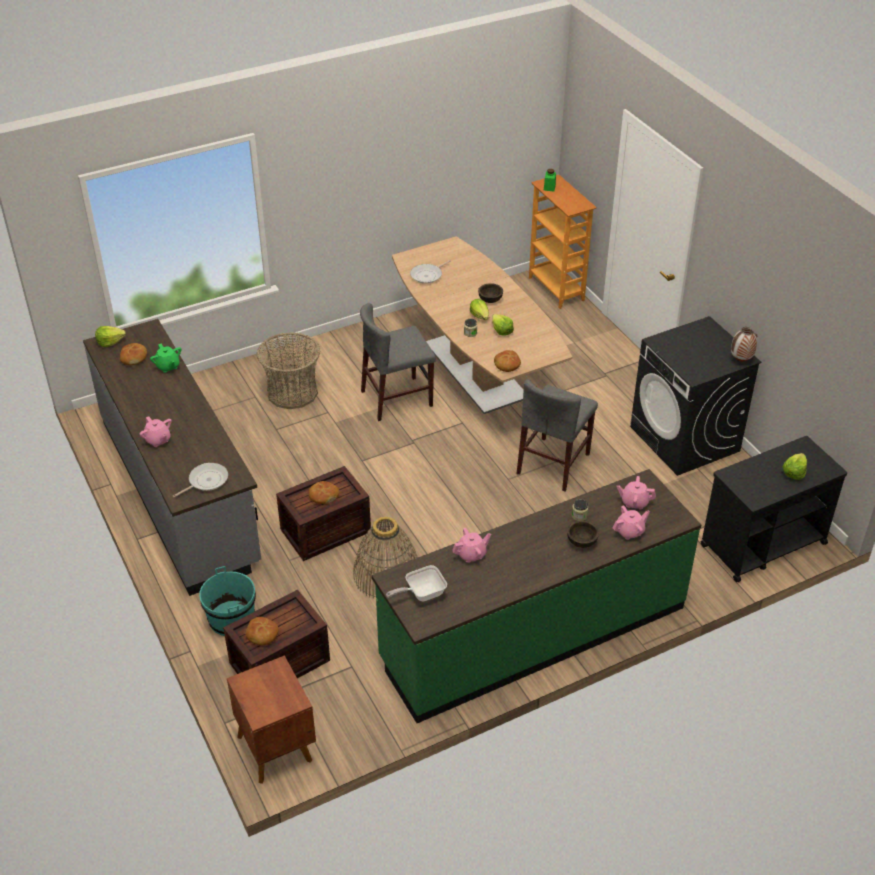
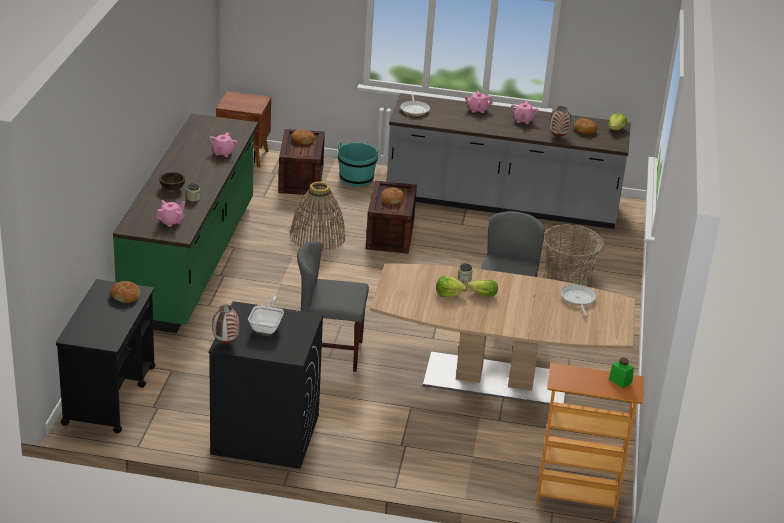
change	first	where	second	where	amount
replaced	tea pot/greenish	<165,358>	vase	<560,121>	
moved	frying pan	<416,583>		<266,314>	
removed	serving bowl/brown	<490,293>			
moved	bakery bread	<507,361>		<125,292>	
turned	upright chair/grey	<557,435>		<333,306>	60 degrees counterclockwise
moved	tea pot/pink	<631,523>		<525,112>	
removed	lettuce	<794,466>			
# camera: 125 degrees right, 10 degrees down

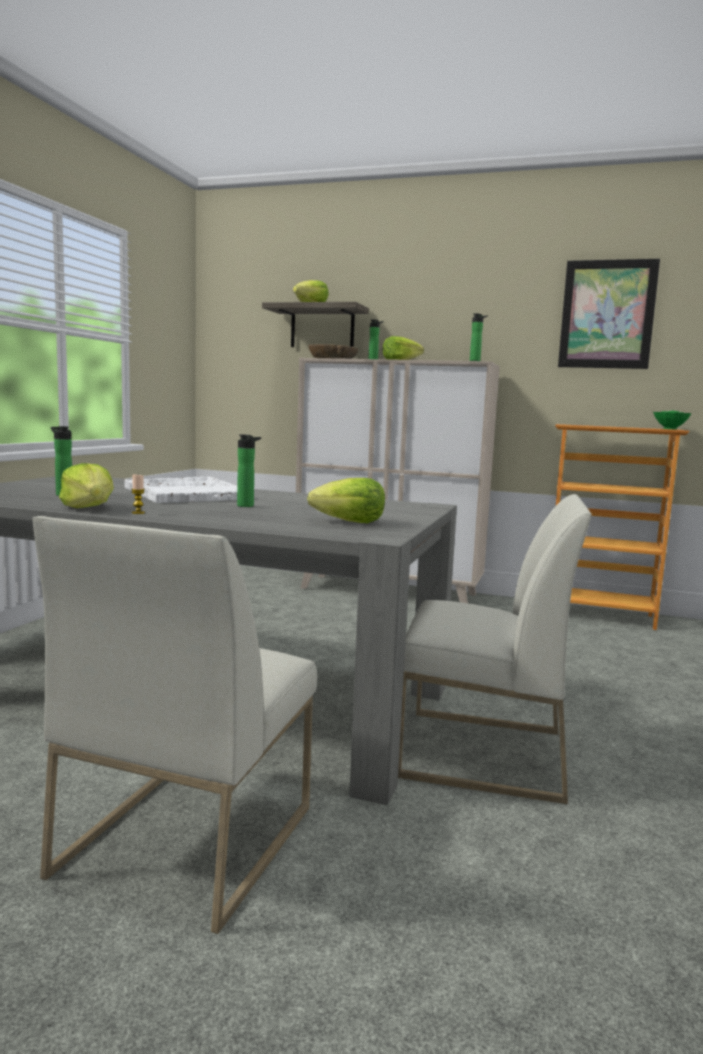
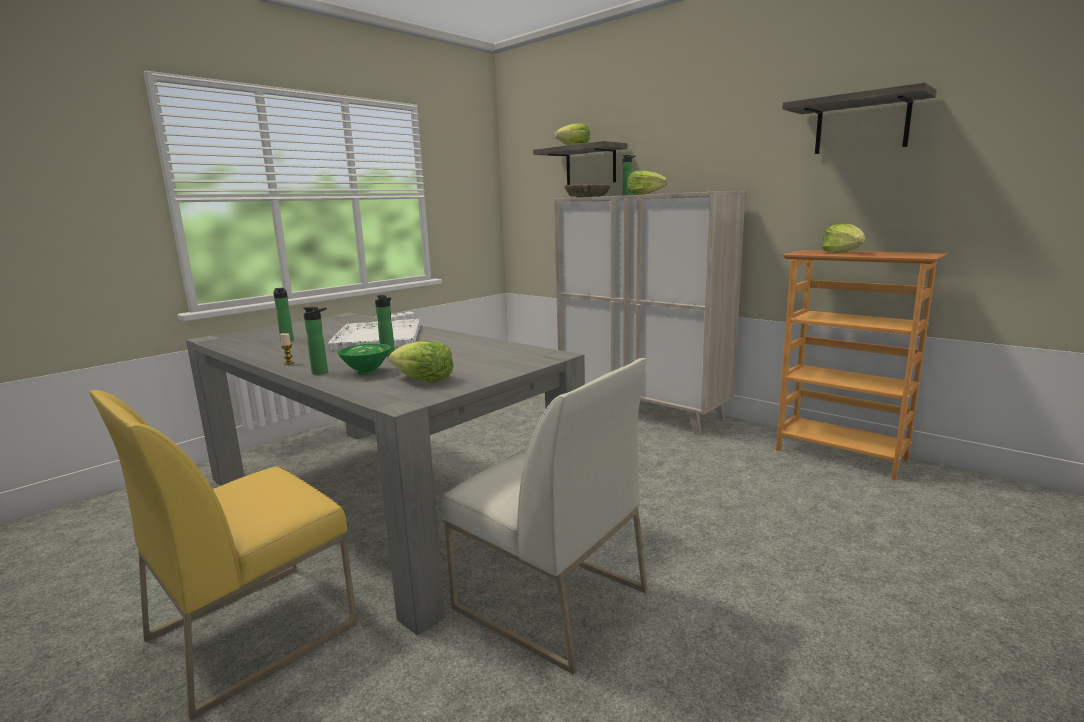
change	first	where	second	where	amount
recoloured	upright chair/whitish	<175,725>	upright chair/yellow	<223,555>	
moved	lettuce	<86,485>		<844,238>	
moved	bottle	<479,337>		<315,340>	
replaced	wall art	<609,314>	shelf	<859,118>	
moved	serving bowl/greenish	<672,420>		<364,359>	
# camera: 25 degrees right, 5 degrees up

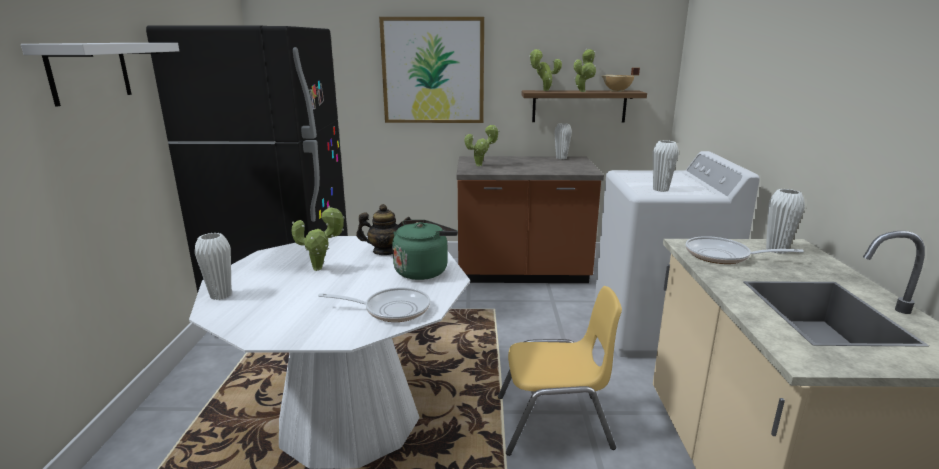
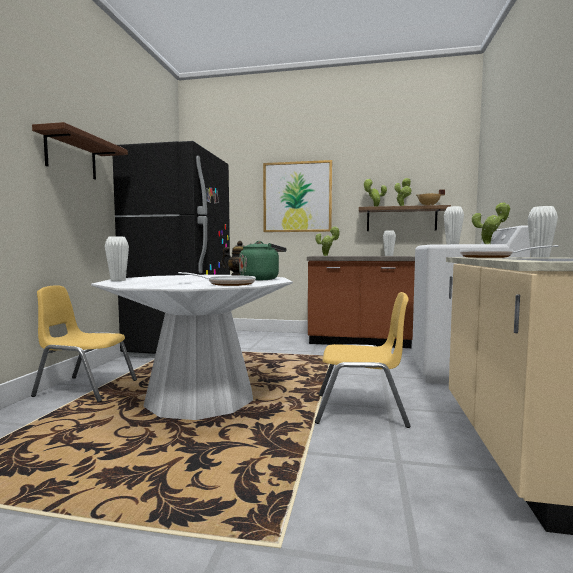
change	first	where	second	where	amount
recoloured	shelf/whitish	<100,75>	shelf/brown	<80,150>	
moved	plant in a pot	<318,238>		<491,223>	
added			upright chair/yellow	<84,343>	
# camera: 10 degrees right, 15 degrees down

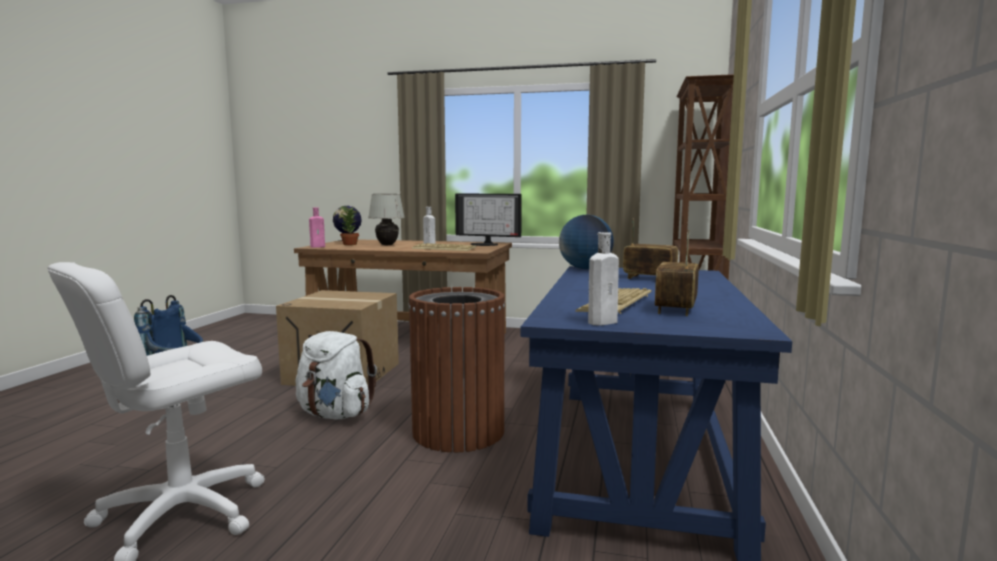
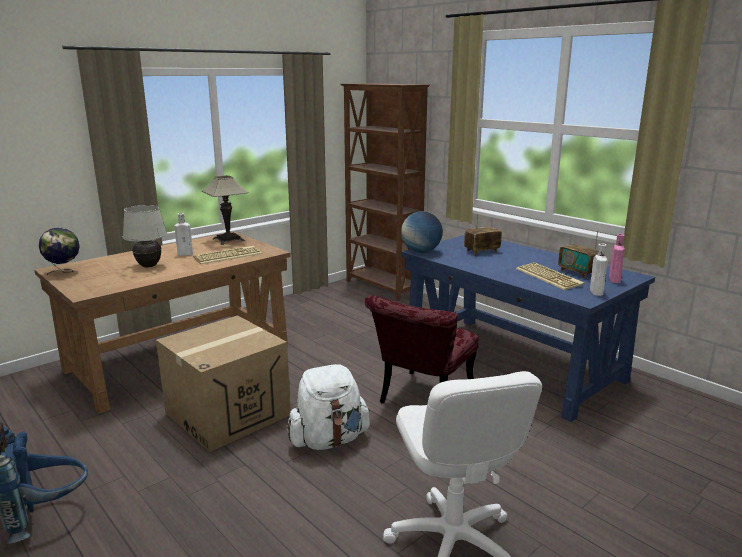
change	first	where	second	where	amount
moved	bottle/pink	<317,227>		<617,258>	
removed	plant in a pot	<349,226>			
replaced	rubbish bin/brown	<456,369>	upright chair/reddish	<422,349>	
replaced	computer display	<488,220>	table lamp	<225,210>	
# camera: 55 degrees left, 10 degrees up

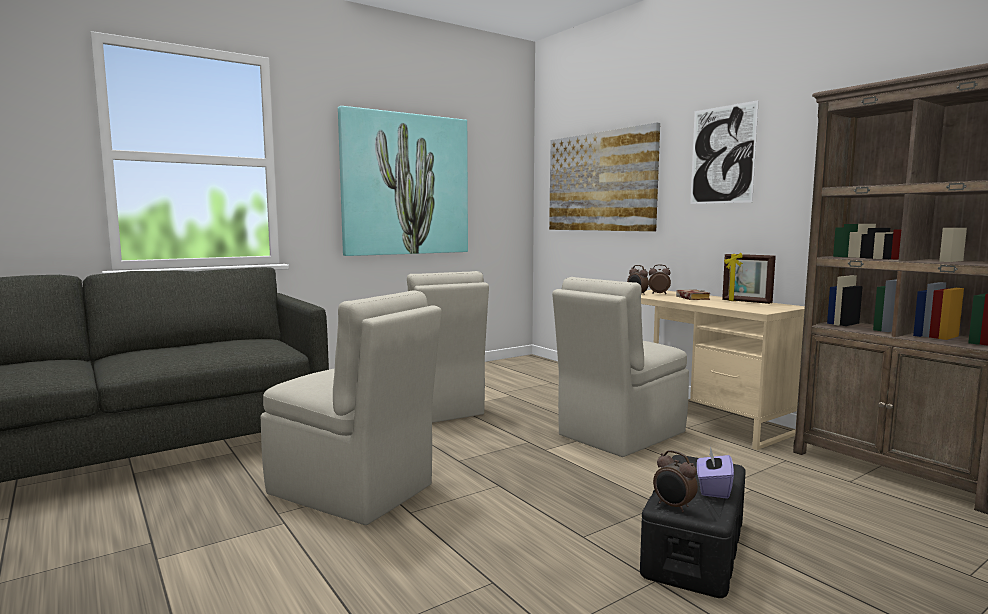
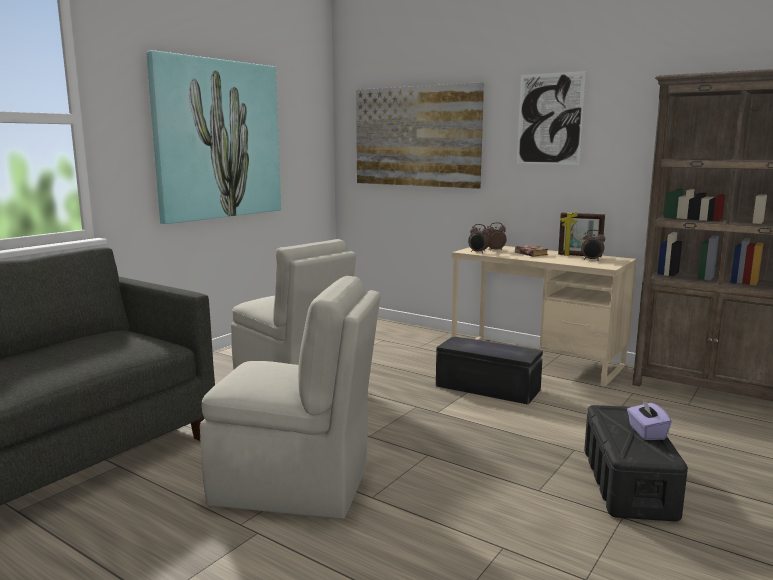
change	first	where	second	where	amount
replaced	upright chair/beige	<620,367>	storage bin/blackish	<489,370>	
moved	table clock	<675,481>		<593,245>	
# camera: 20 degrees left, 5 degrees up

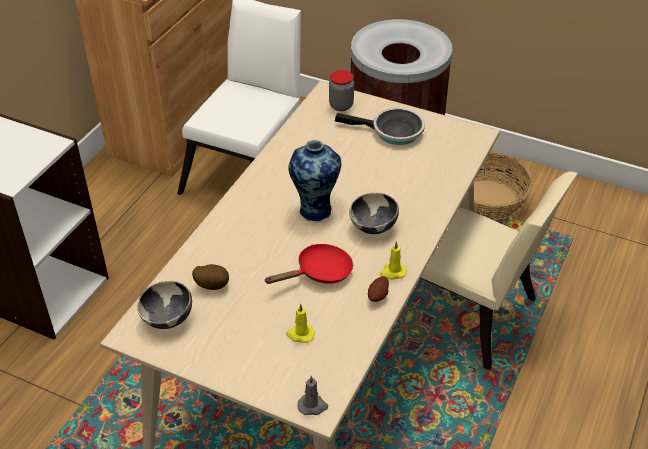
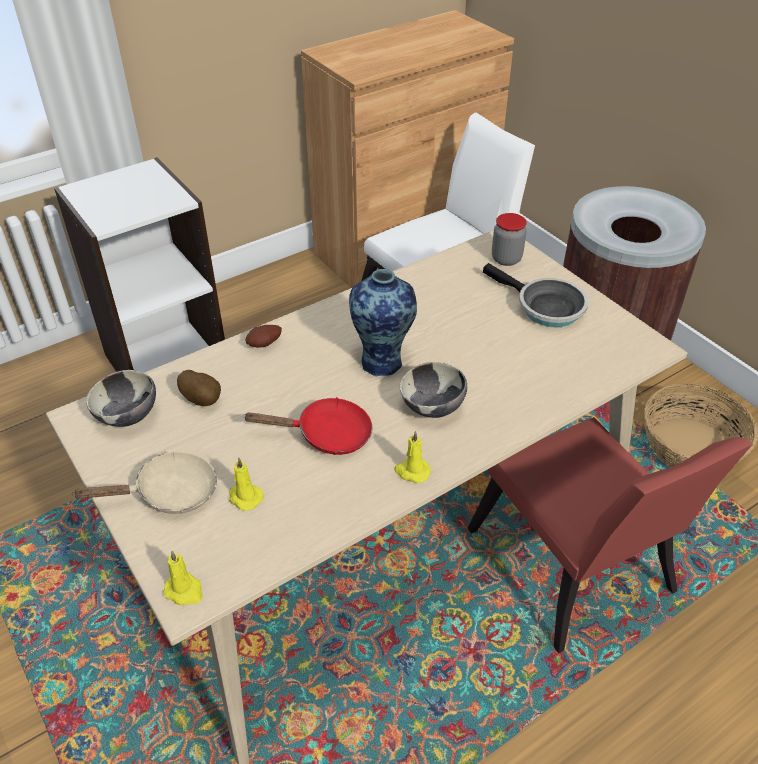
change	first	where	second	where	amount
recoloured	wax light/grey	<313,395>	wax light/yellow	<183,578>	
moved	potato	<378,289>		<263,336>	
recoloured	upright chair/beige	<499,270>	upright chair/reddish	<610,535>	
added			frying pan/beige	<144,482>	
# camera: 30 degrees right, 0 degrees up

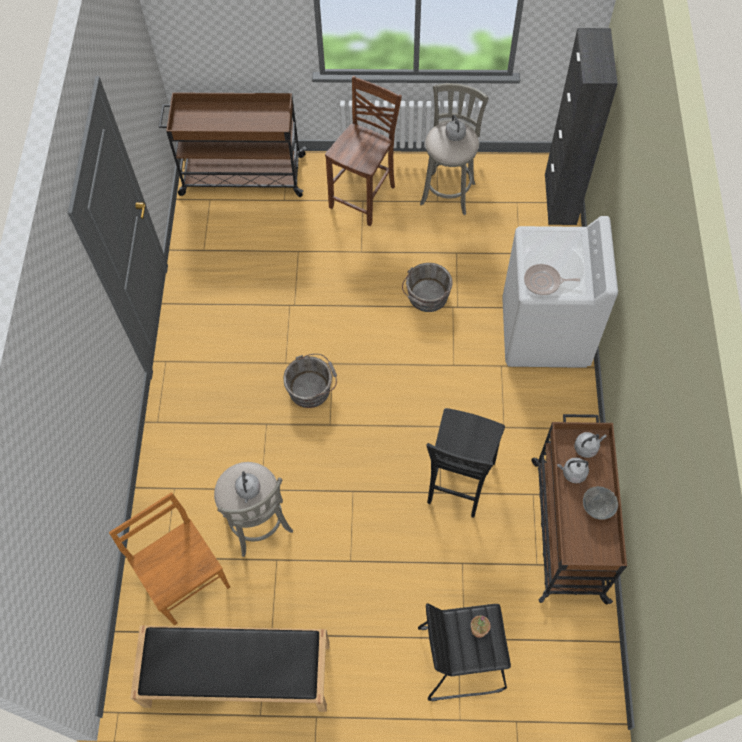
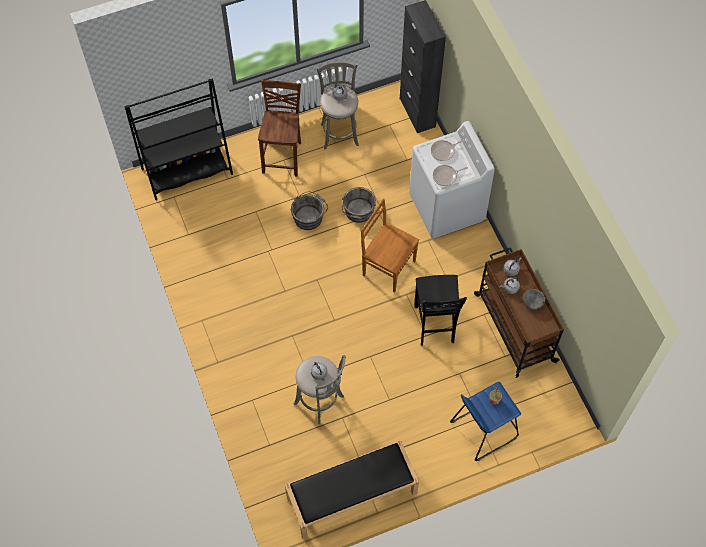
change	first	where	second	where	amount
moved	upright chair/brown	<169,558>		<390,245>	
replaced	trolley/brown	<233,144>	bookcase/blackish	<179,139>	
moved	bucket/grey	<310,381>		<309,211>	
recoloured	sitting stool/blackish	<464,652>	sitting stool/blue	<485,421>	
added			frying pan	<447,150>	
# camera: 25 degrees left, 0 degrees up

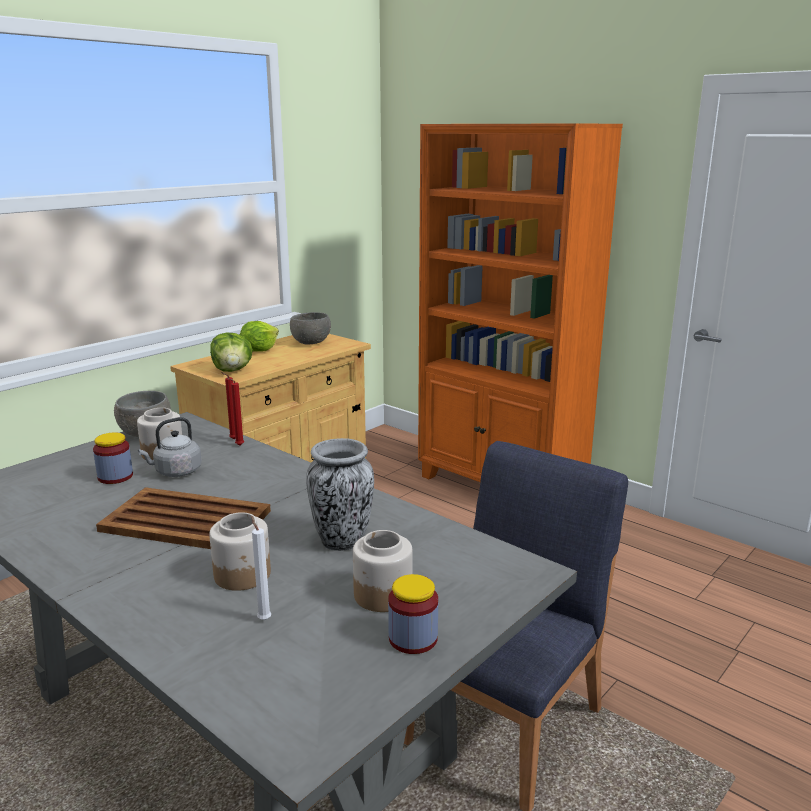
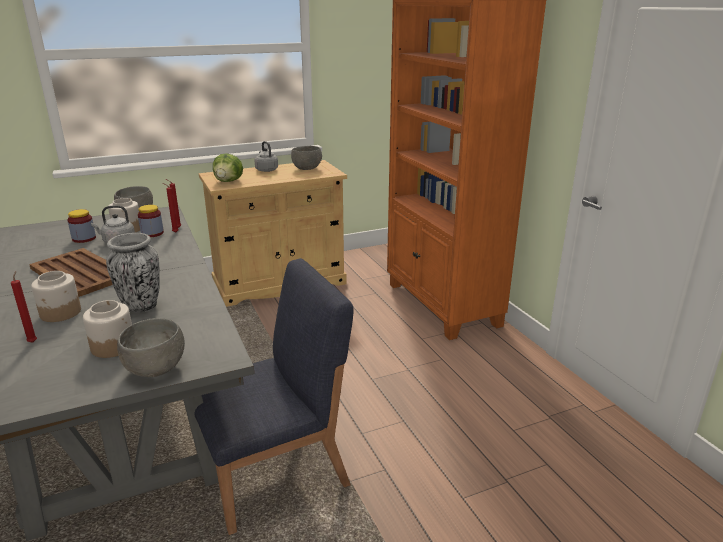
change	first	where	second	where	amount
replaced	lettuce	<259,336>	water kettle/grey	<266,156>	
recoloured	wax light/whitish	<261,568>	wax light/reddish	<24,307>	
moved	storage jar	<413,614>		<151,221>	
added			serving bowl/grey	<151,347>	
# camera: 25 degrees right, 5 degrees up

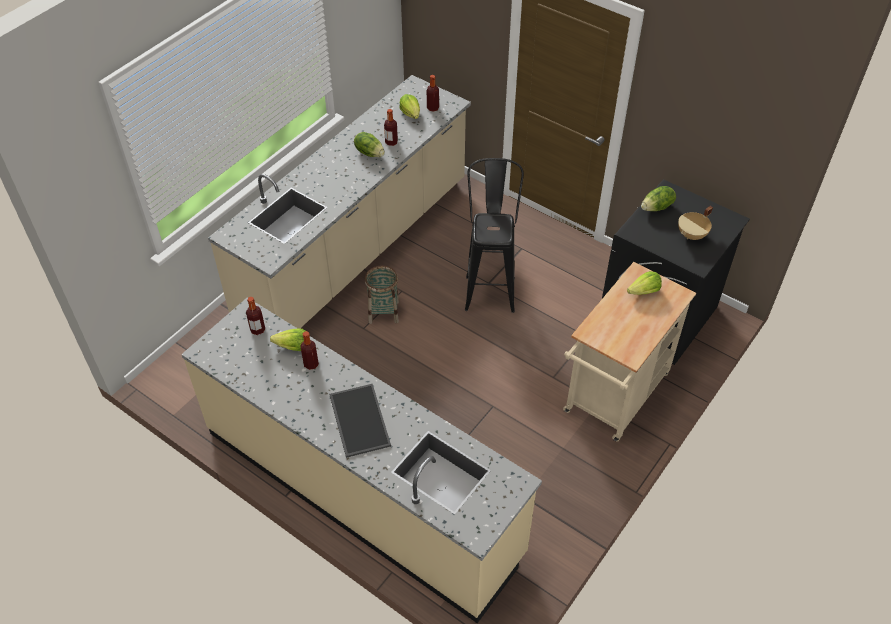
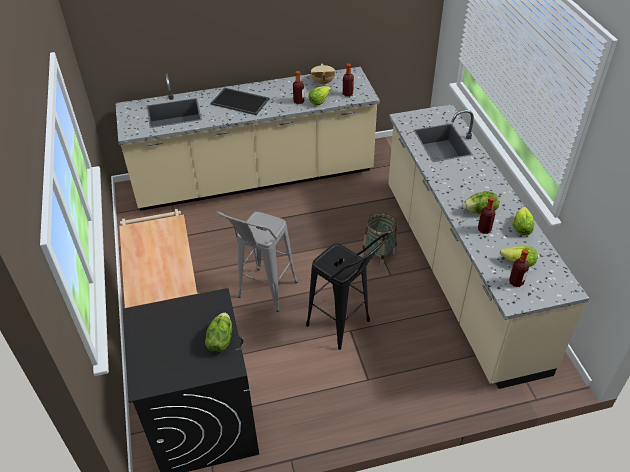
change	first	where	second	where	amount
moved	lettuce	<644,283>		<523,221>	
moved	stockpot/beige	<695,223>		<323,75>	
added			sitting stool/grey	<256,261>	
# camera: 130 degrees right, 5 degrees down

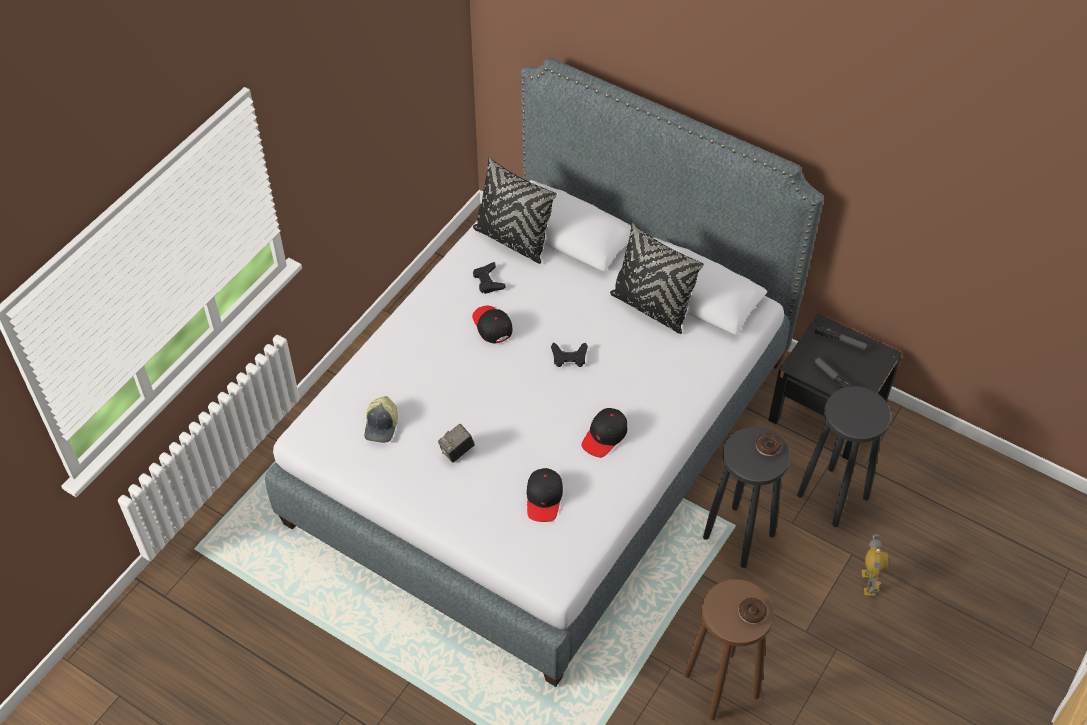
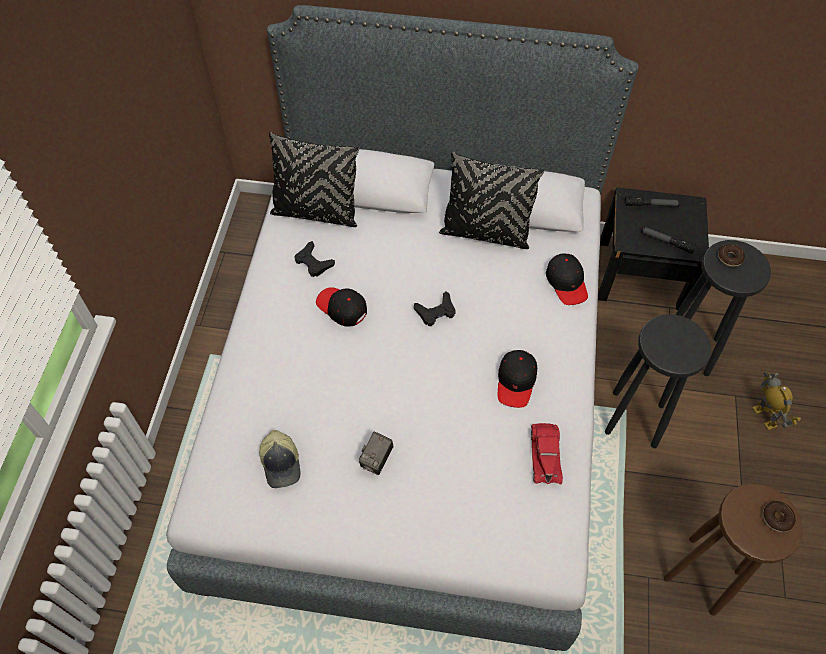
change	first	where	second	where	amount
moved	peaked cap/blackish	<545,495>		<567,279>	
moved	doughnut	<769,444>		<731,255>	
added			model car/reddish	<547,453>	
# camera: 25 degrees left, 5 degrees up

